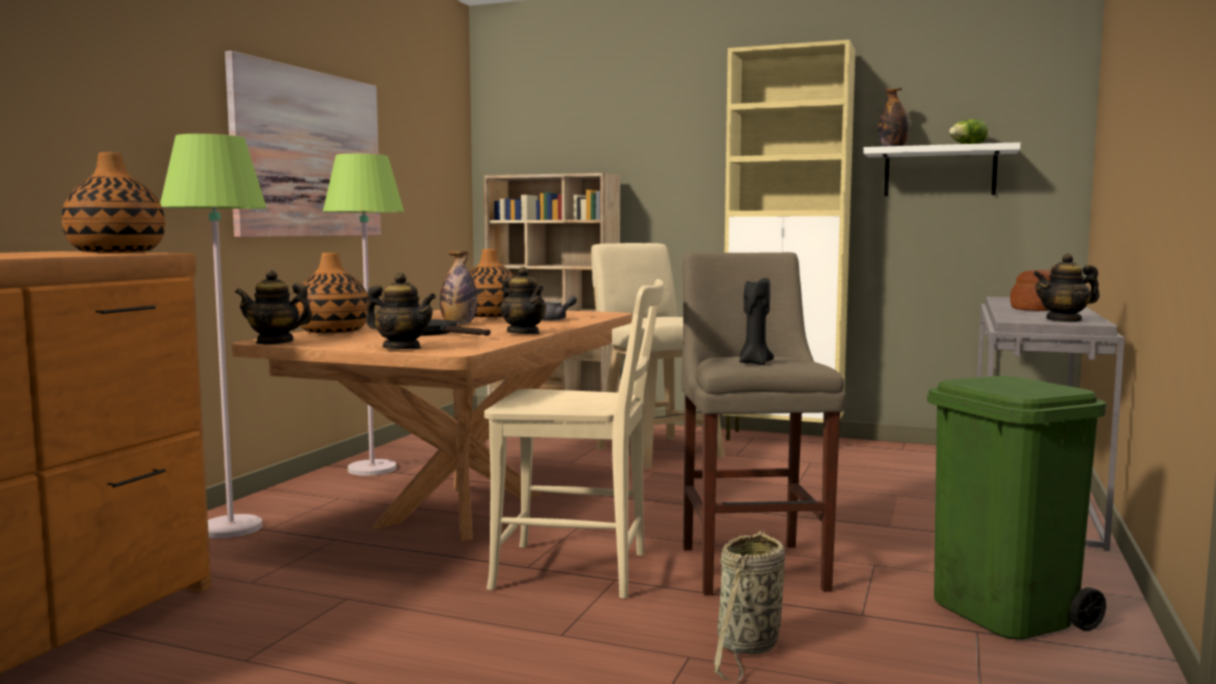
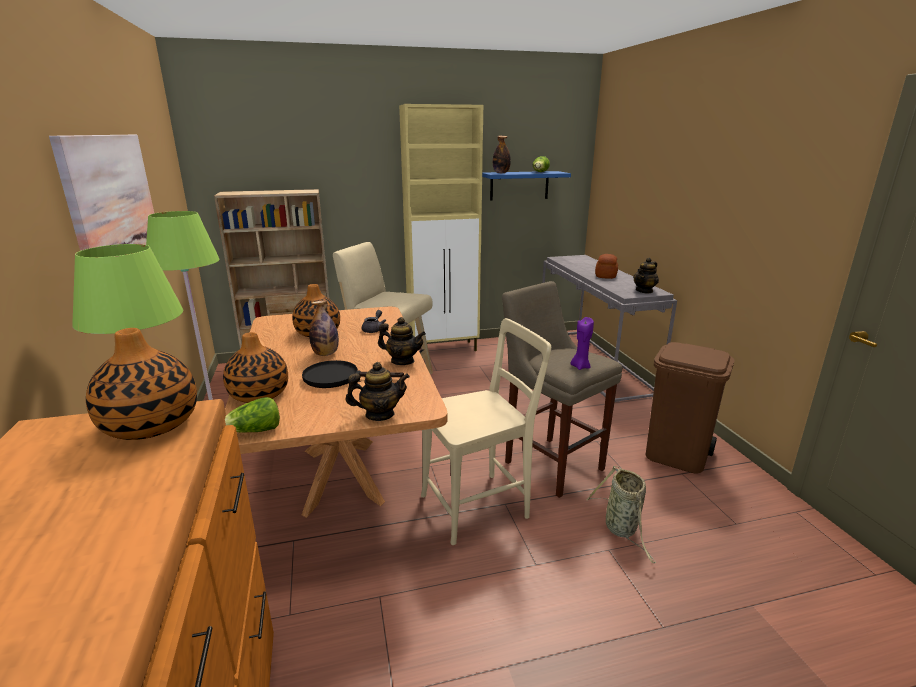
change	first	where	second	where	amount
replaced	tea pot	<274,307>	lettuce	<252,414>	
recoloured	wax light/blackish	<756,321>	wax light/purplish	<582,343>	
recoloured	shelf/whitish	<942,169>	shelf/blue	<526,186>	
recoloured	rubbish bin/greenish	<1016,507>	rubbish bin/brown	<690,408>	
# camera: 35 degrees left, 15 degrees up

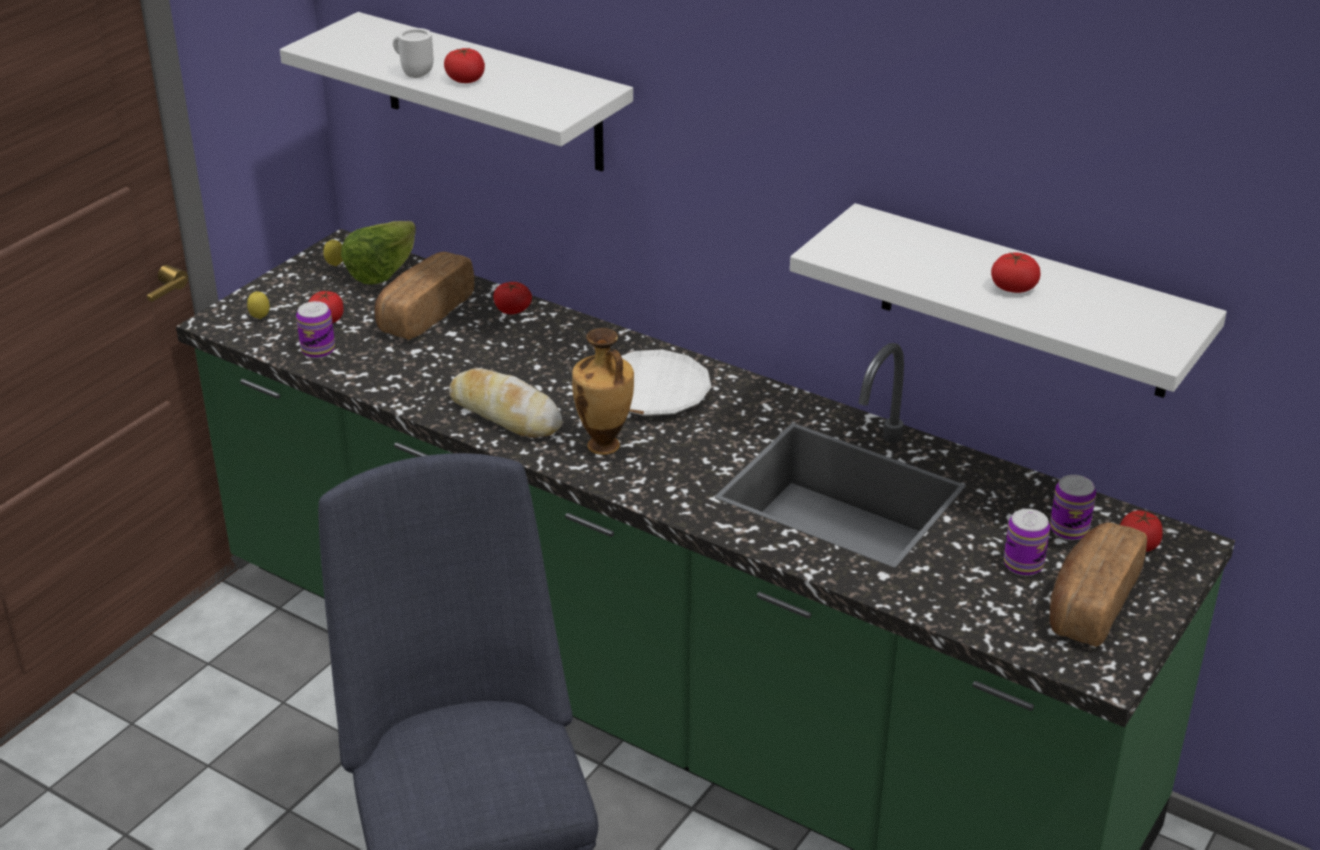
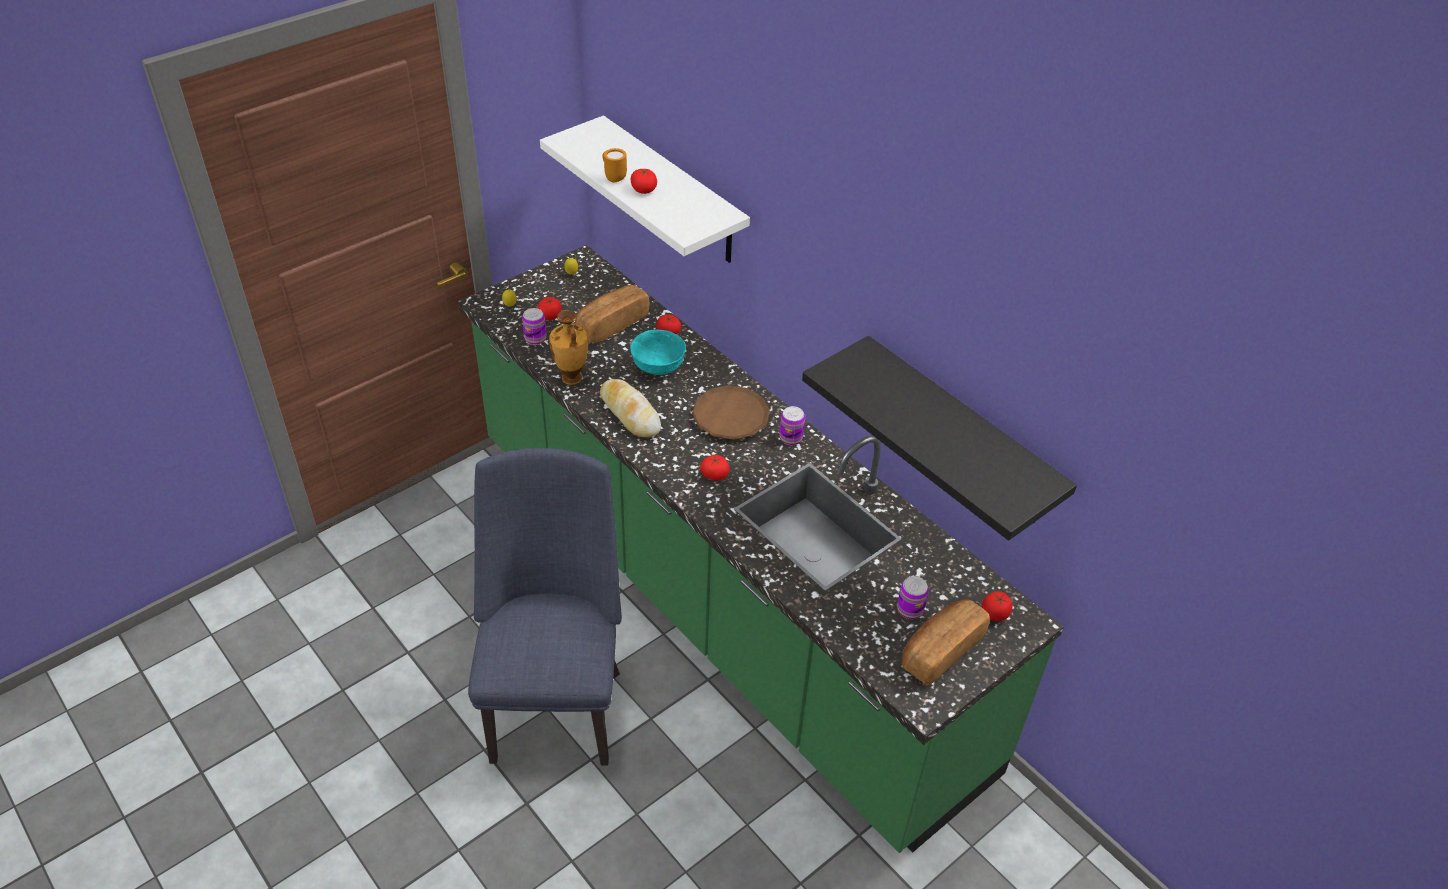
change	first	where	second	where	amount
removed	lettuce	<378,253>			
recoloured	tea mug/whitish	<413,53>	tea mug/orange-coloured	<614,165>	
moved	vase	<603,391>		<568,347>	
recoloured	flat dish/whitish	<666,382>	flat dish/brown	<731,412>	
recoloured	shelf/whitish	<1008,300>	shelf/blackish	<939,438>	
moved	fresh tomato	<1016,272>		<715,468>	
moved	metal can	<1073,507>		<792,425>	
added			serving bowl/blue-green	<658,352>	
# camera: 15 degrees right, 10 degrees up

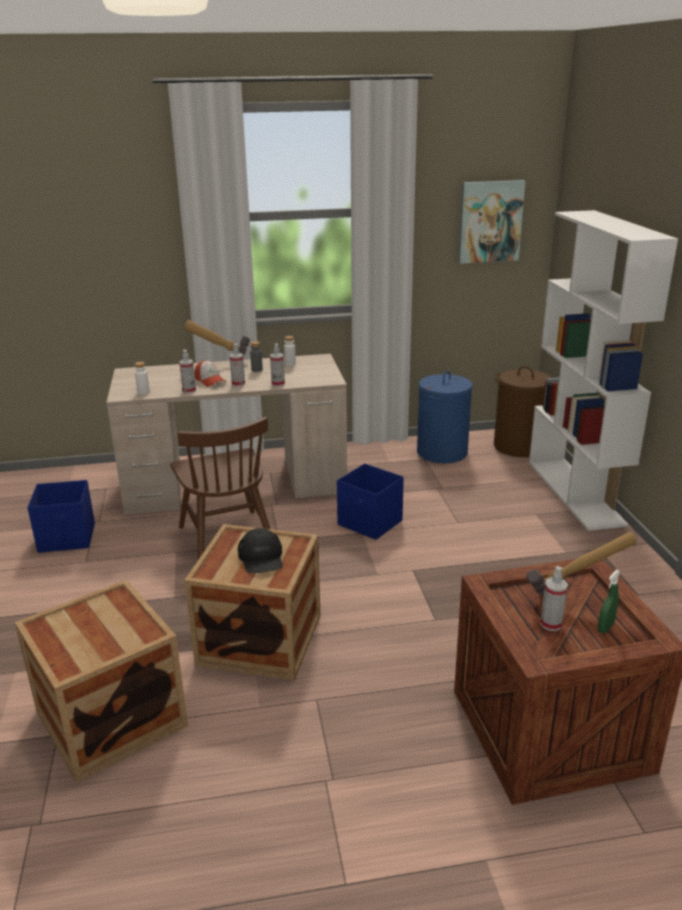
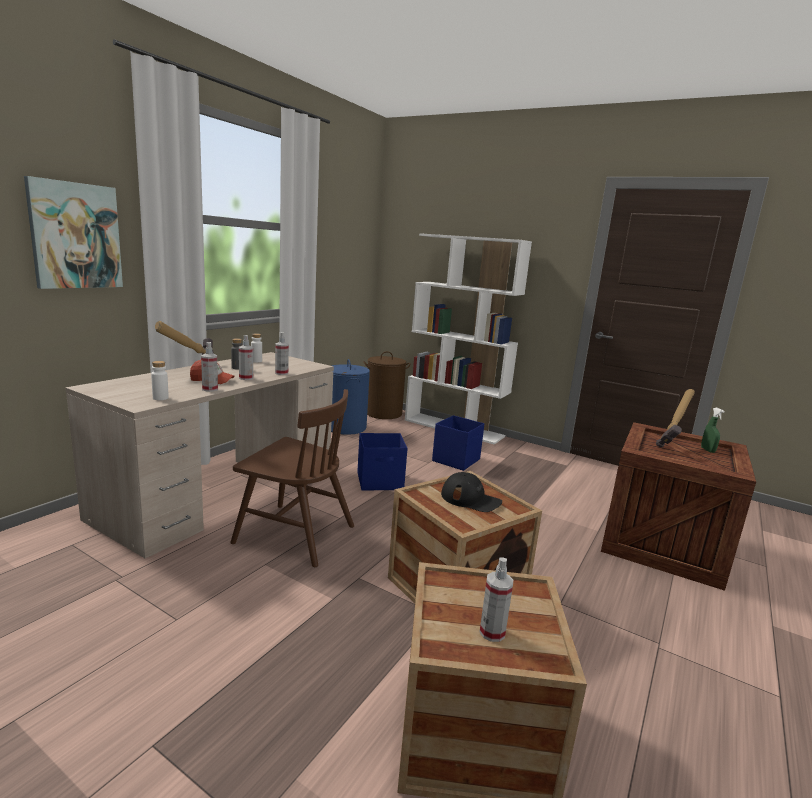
change	first	where	second	where	amount
moved	storage bin/blue	<61,516>		<458,443>	
moved	wall art	<492,222>		<73,232>	
moved	sprayer	<554,598>		<496,599>	
# camera: 50 degrees left, 10 degrees down

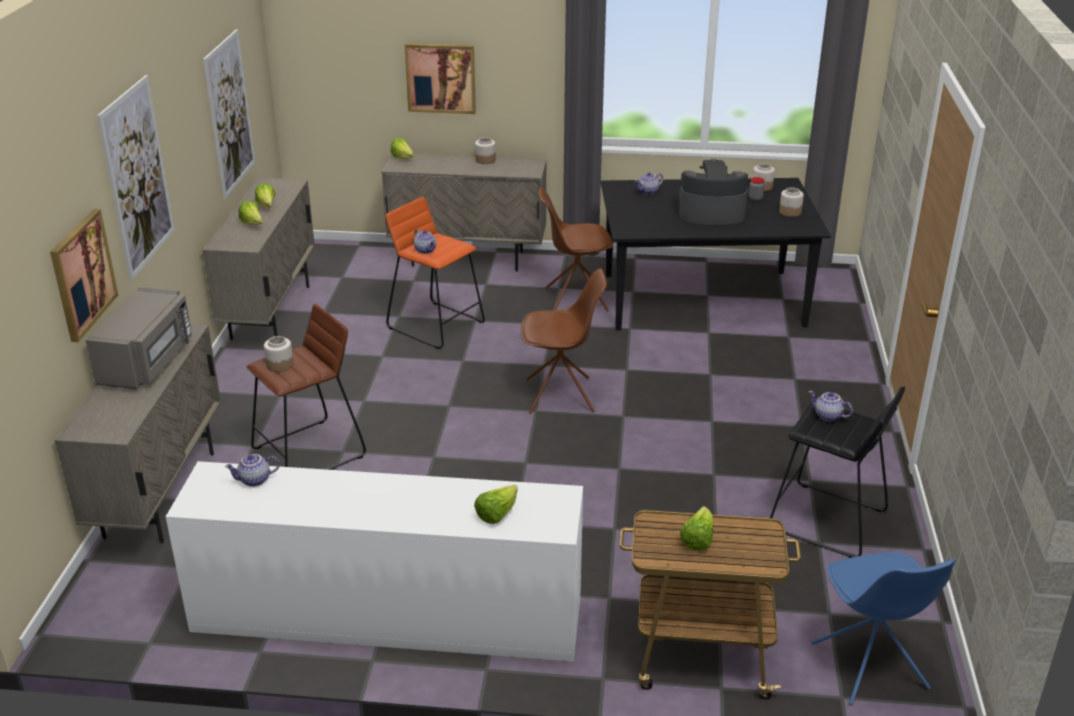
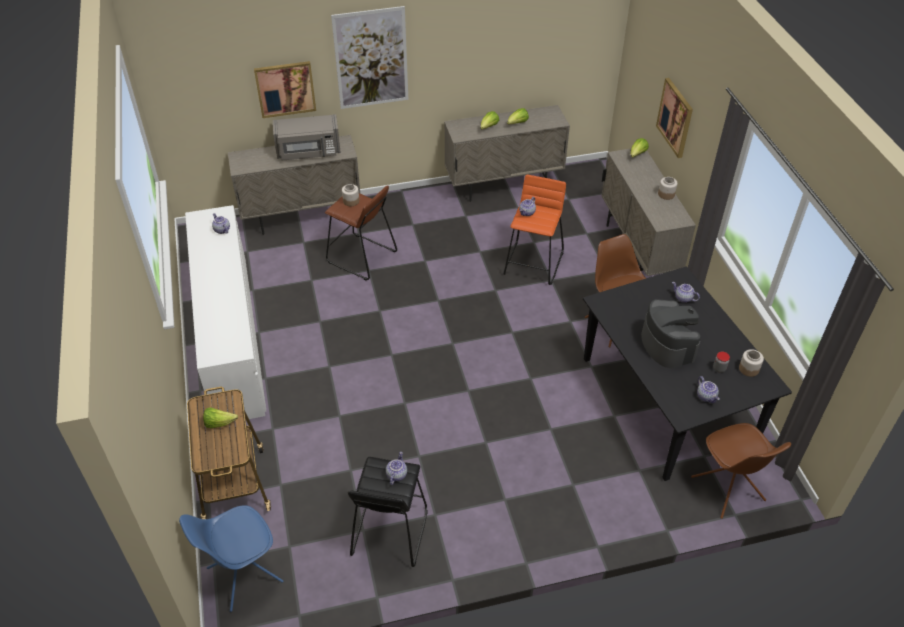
change	first	where	second	where	amount
removed	wall art	<229,114>			
removed	lettuce	<496,504>			
moved	upright chair/brown	<564,341>		<741,471>	
replaced	storage jar	<791,202>	tea pot	<708,389>	
# camera: 70 degrees right, 15 degrees up

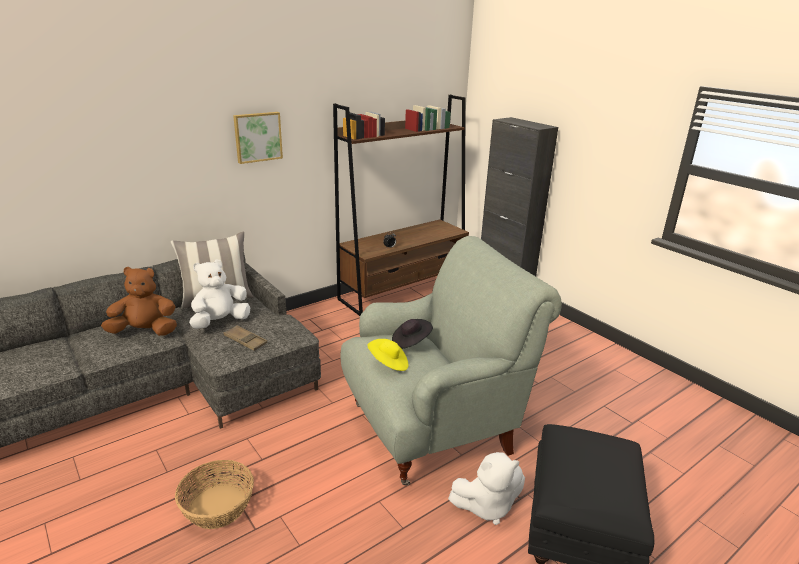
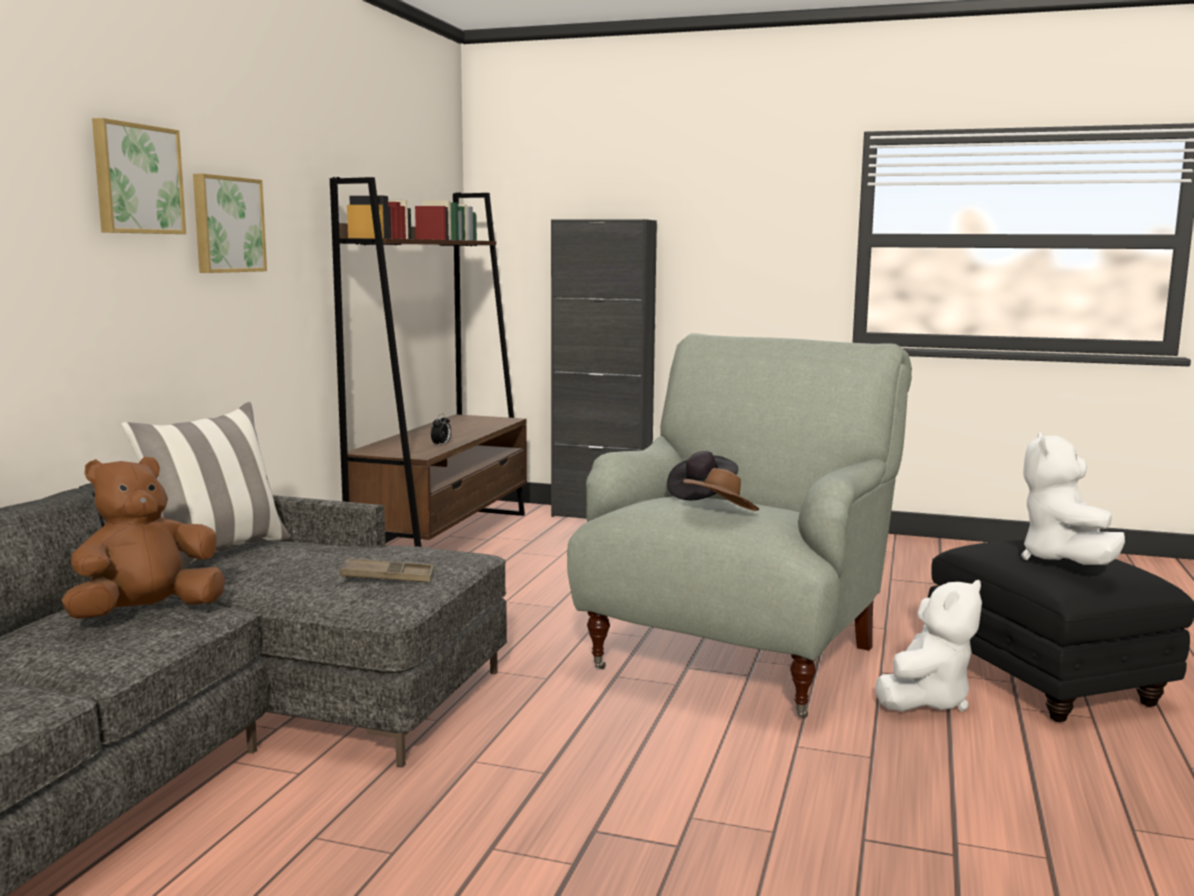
change	first	where	second	where	amount
removed	household basket	<214,494>			
moved	cuddly toy/whitish	<219,294>		<1073,498>	
recoloured	clothing hat/yellow	<387,355>	clothing hat/brown	<721,489>	
added			wall art	<139,176>	
# camera: 35 degrees left, 15 degrees down

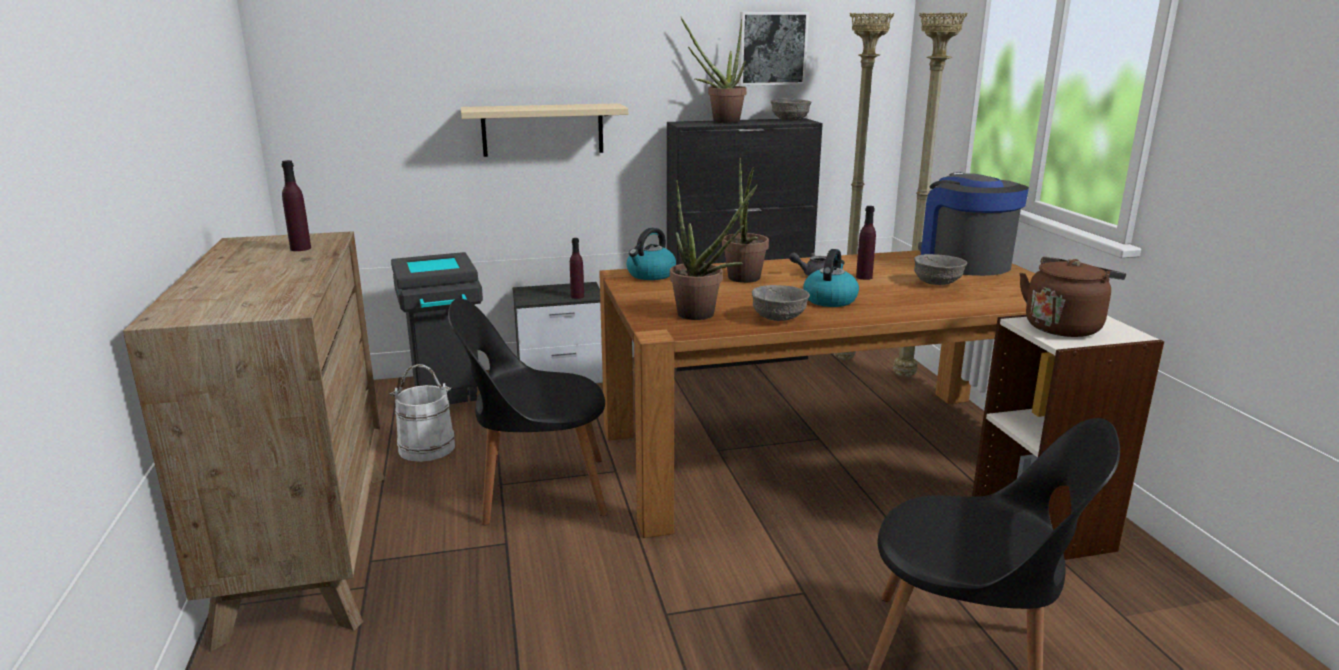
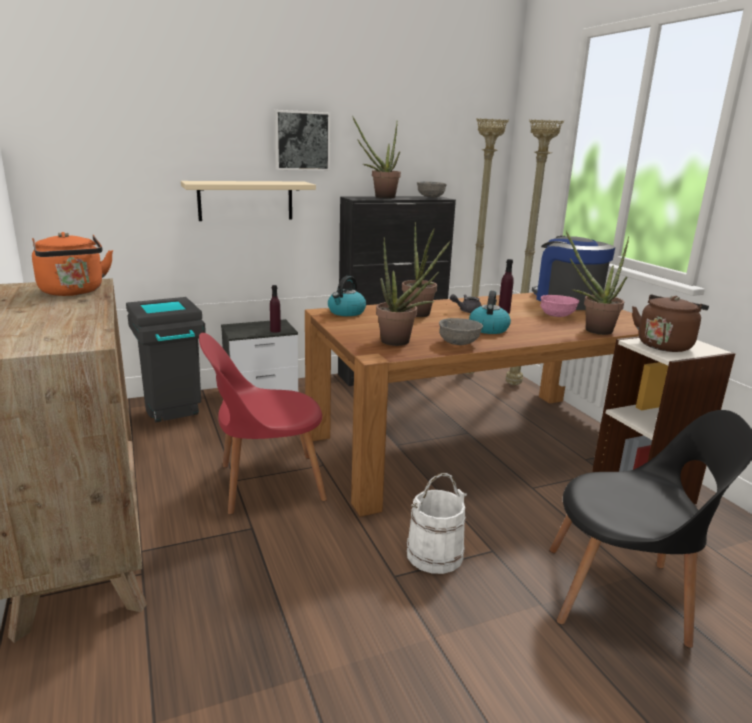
change	first	where	second	where	amount
replaced	bottle/purplish	<296,205>	water kettle/orange-coloured	<72,264>	
moved	bucket/whitish	<422,413>		<437,523>	
recoloured	upright chair/blackish	<528,411>	upright chair/reddish	<263,424>	
moved	wall art	<773,49>		<302,140>	
recoloured	serving bowl/grey	<940,269>	serving bowl/pink	<559,306>	
added			plant in a pot	<597,283>	
# camera: 10 degrees left, 0 degrees up

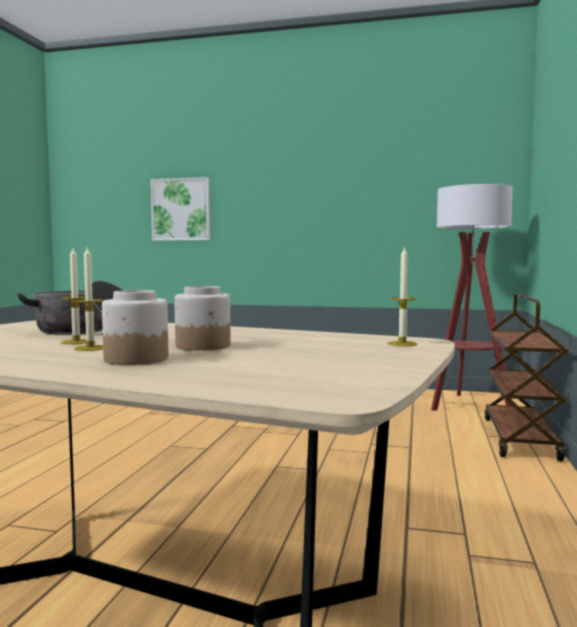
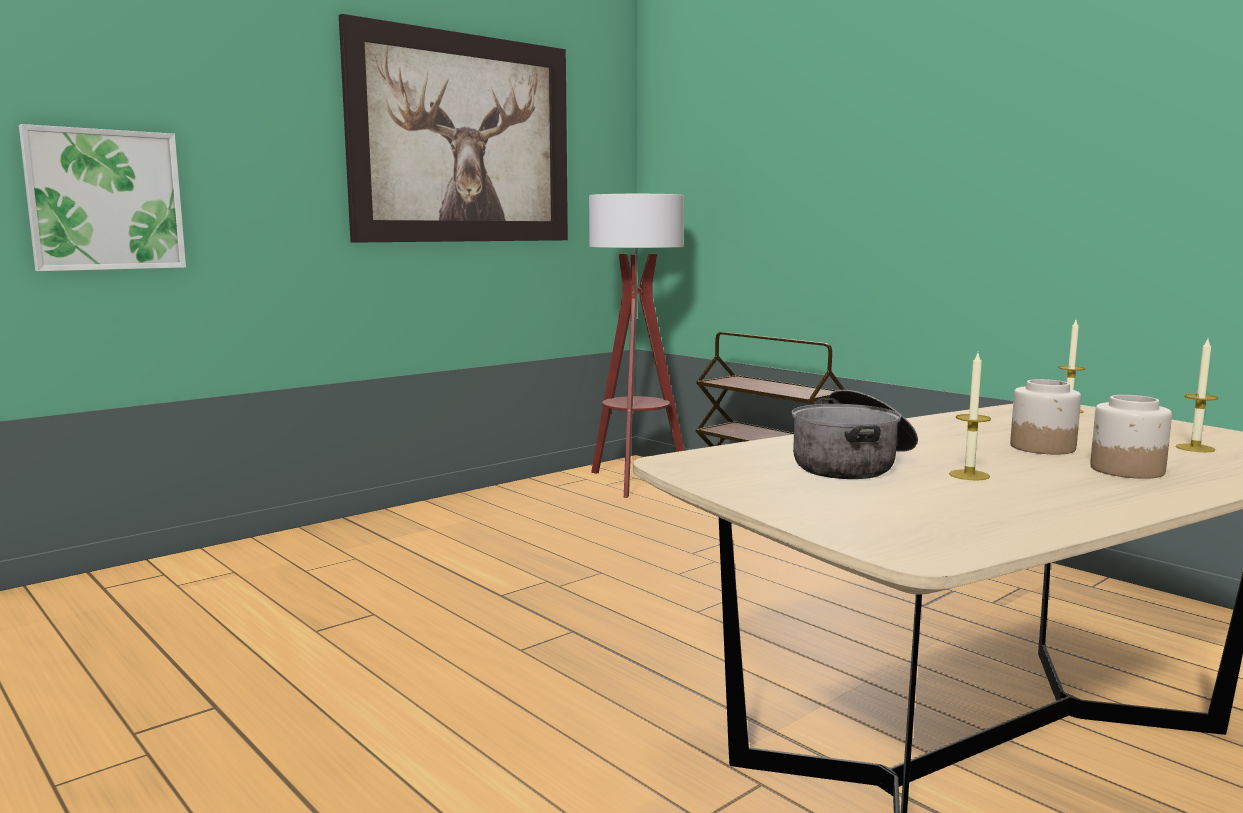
change	first	where	second	where	amount
moved	wax light	<88,299>		<1197,395>	
added			wall art	<453,128>	
# camera: 55 degrees left, 5 degrees up

